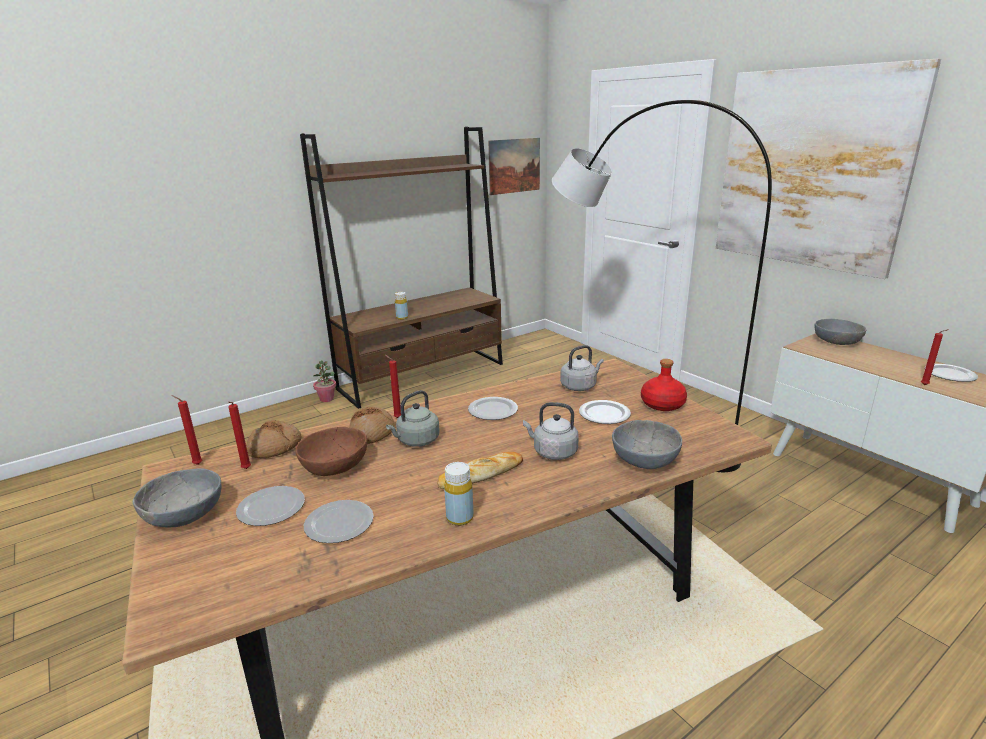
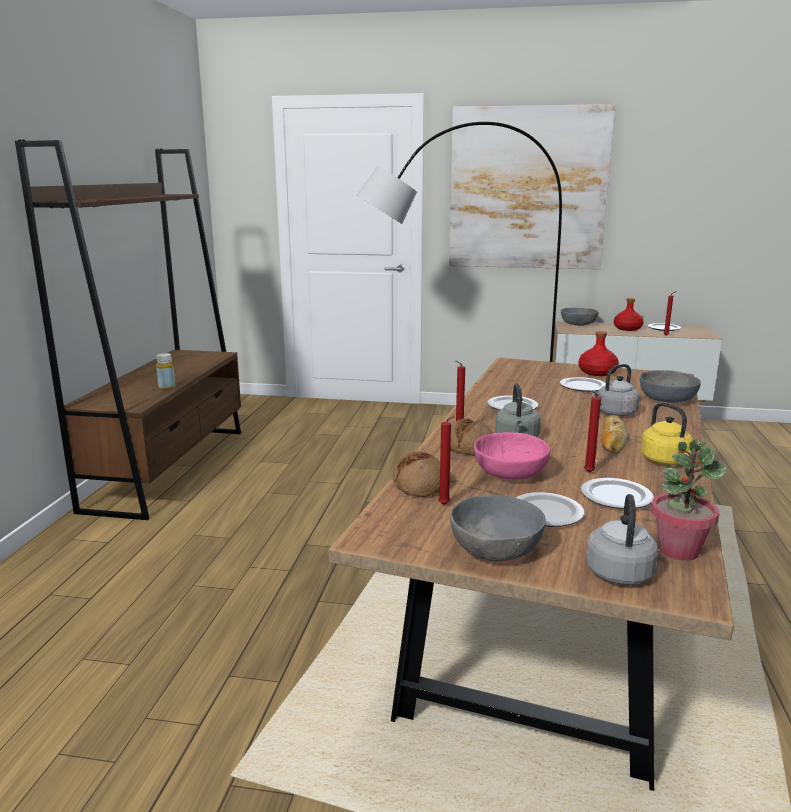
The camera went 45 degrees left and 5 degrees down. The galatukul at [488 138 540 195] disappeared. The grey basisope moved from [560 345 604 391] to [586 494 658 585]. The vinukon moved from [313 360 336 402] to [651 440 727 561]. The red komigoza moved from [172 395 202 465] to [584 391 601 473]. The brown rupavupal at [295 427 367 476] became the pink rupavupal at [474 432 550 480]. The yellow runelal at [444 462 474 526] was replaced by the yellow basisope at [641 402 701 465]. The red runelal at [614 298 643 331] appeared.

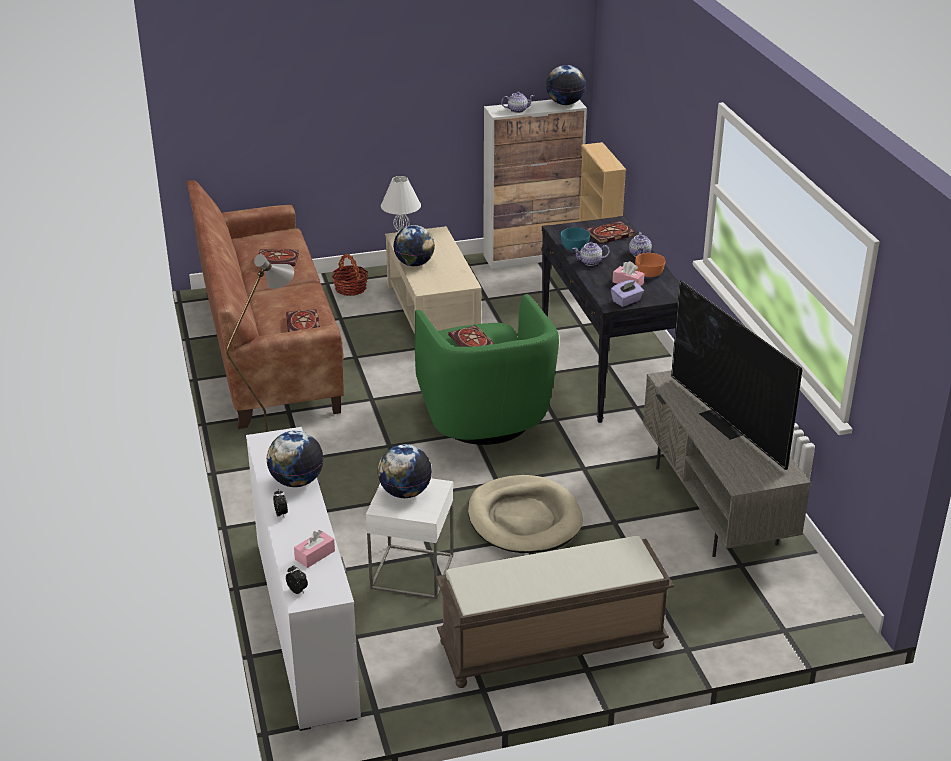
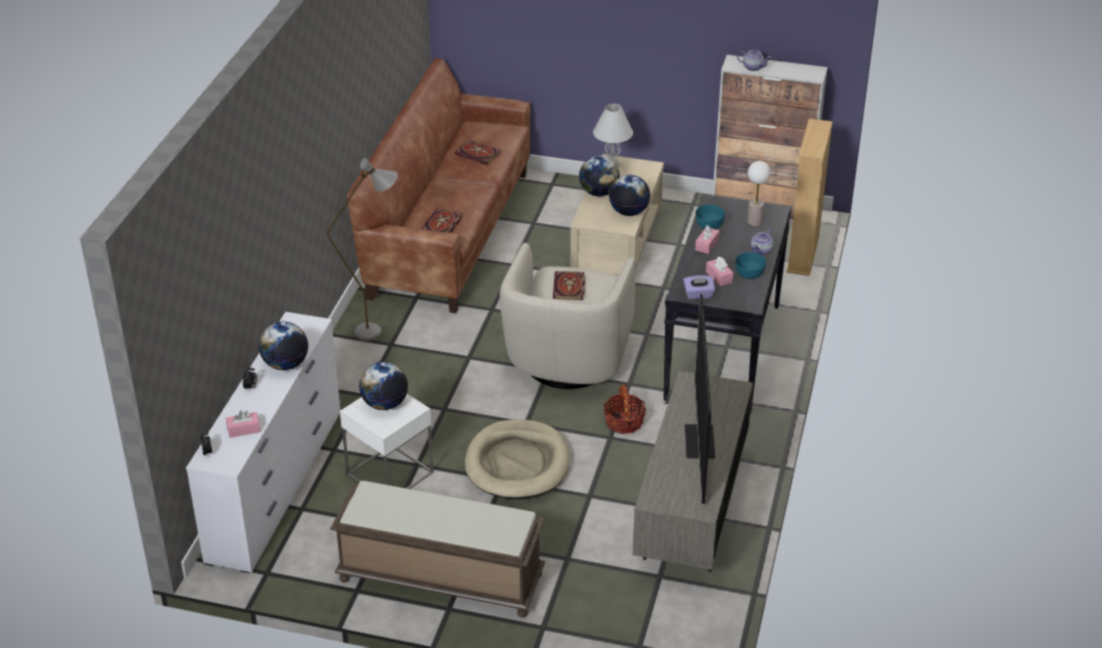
The camera went 30 degrees right and 5 degrees up. The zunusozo moved from [546 65 586 105] to [609 175 650 216]. The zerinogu at [585 221 635 244] was replaced by the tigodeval at [747 161 771 226]. The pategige at [573 242 610 266] was replaced by the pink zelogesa at [695 225 720 254]. The orange rupavupal at [635 253 666 277] became the turquoise rupavupal at [735 252 766 279]. The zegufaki moved from [332 254 368 296] to [604 384 646 434]. The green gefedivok at [415 294 559 445] became the beige gefedivok at [500 243 635 389].

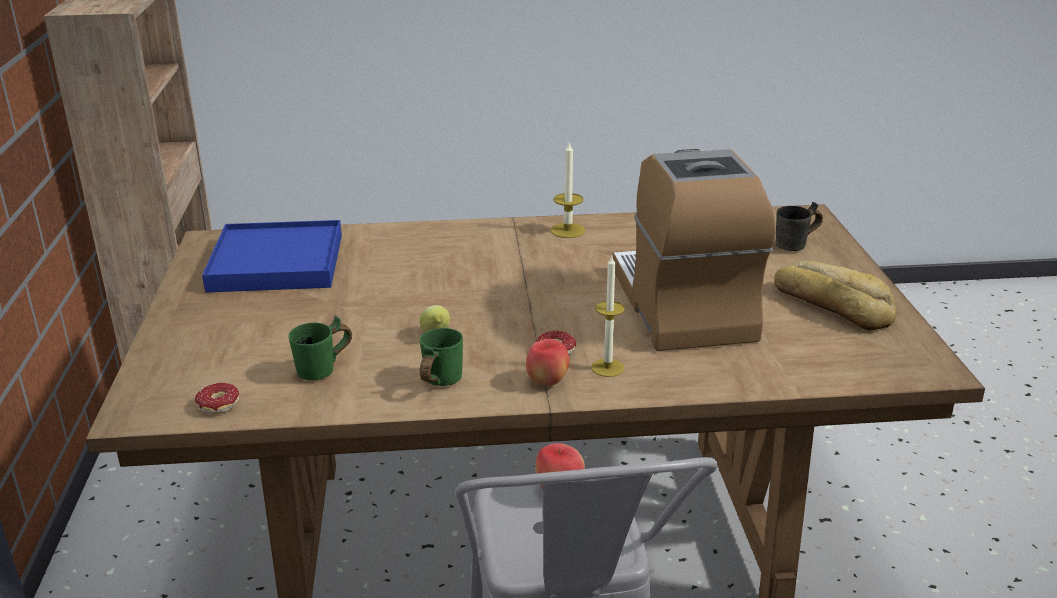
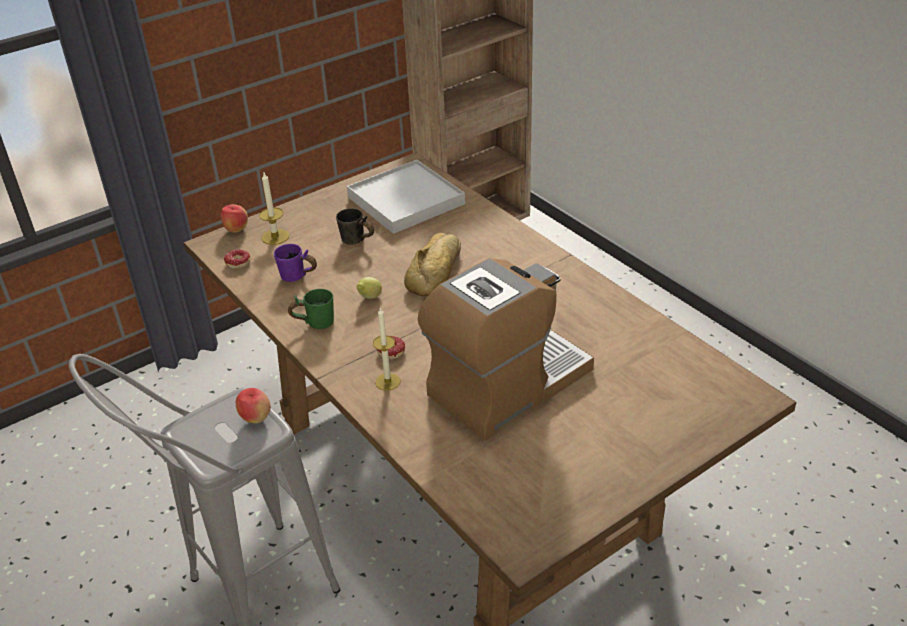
The camera went 60 degrees right and 10 degrees up. The komigoza moved from [551 143 585 238] to [259 173 289 245]. The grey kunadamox moved from [776 202 823 251] to [336 208 374 245]. The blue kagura at [202 220 342 293] became the white kagura at [347 160 465 234]. The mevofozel moved from [774 261 897 330] to [404 233 461 297]. The green kunadamox at [288 315 352 380] became the purple kunadamox at [274 244 317 282]. The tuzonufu moved from [526 339 569 386] to [221 204 248 233].

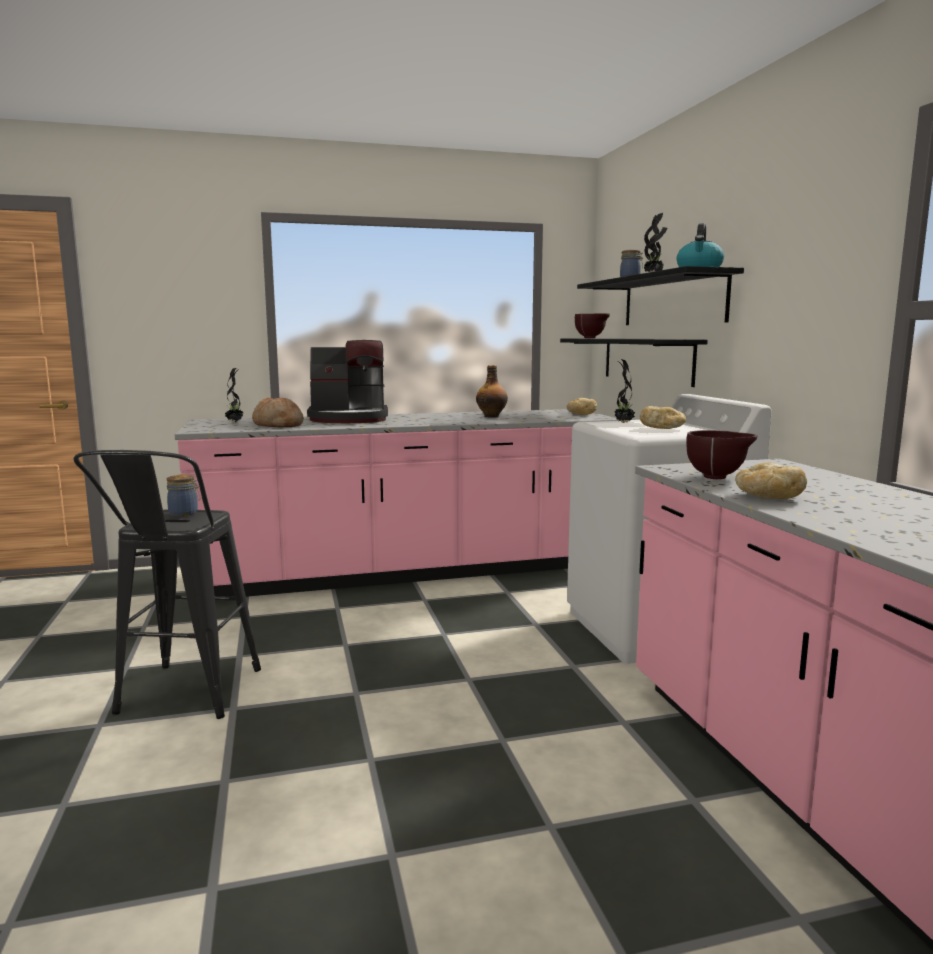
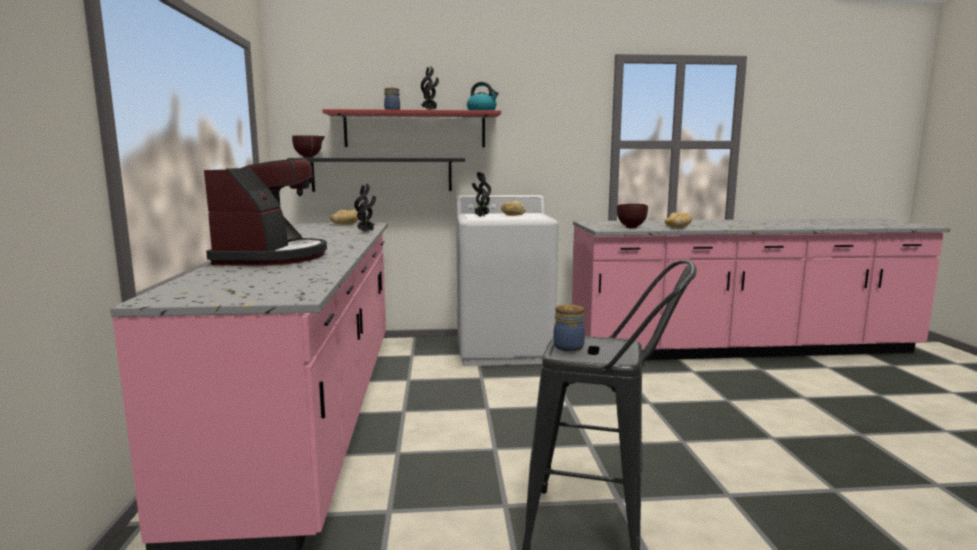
The camera went 80 degrees left and 0 degrees up. The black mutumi at [577 266 744 325] became the red mutumi at [322 109 501 147]. The runelal at [476 365 508 417] disappeared. The vinukon moved from [225 368 243 423] to [354 184 376 232]. The mevofozel at [252 397 304 428] disappeared.

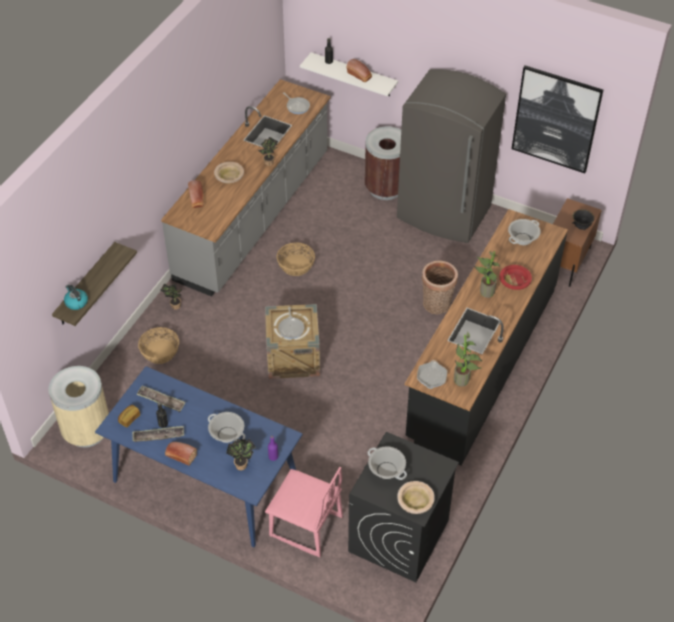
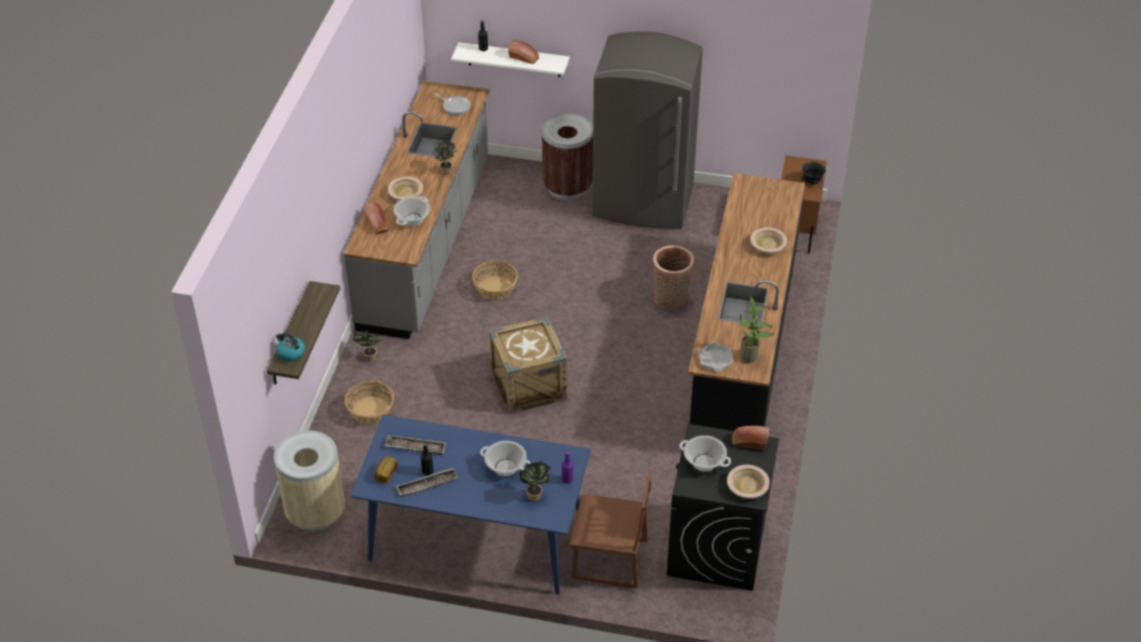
The camera went 15 degrees left and 5 degrees down. The galatukul at [512 65 603 173] disappeared. The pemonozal moved from [508 219 541 245] to [393 196 431 226]. The vinukon at [474 251 500 298] disappeared. The red rupavupal at [499 265 532 290] became the beige rupavupal at [751 227 787 254]. The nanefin at [278 307 304 339] disappeared. The mevofozel moved from [165 442 197 466] to [732 426 770 450]. The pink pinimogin at [265 467 343 557] became the brown pinimogin at [569 471 652 588].

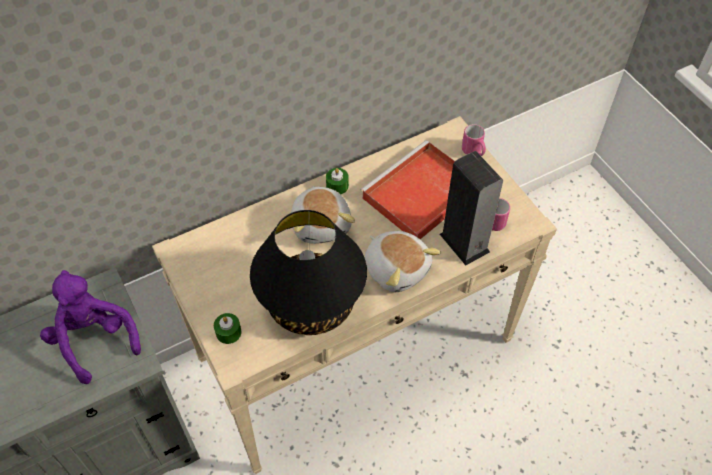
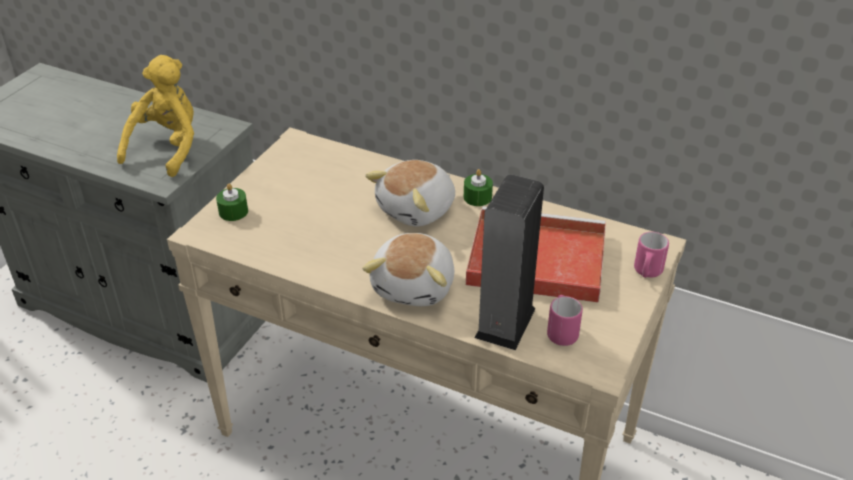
The camera went 55 degrees right and 15 degrees down. The black tigodeval at [250 210 367 335] disappeared. The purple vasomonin at [40 270 141 384] became the yellow vasomonin at [117 55 194 177].

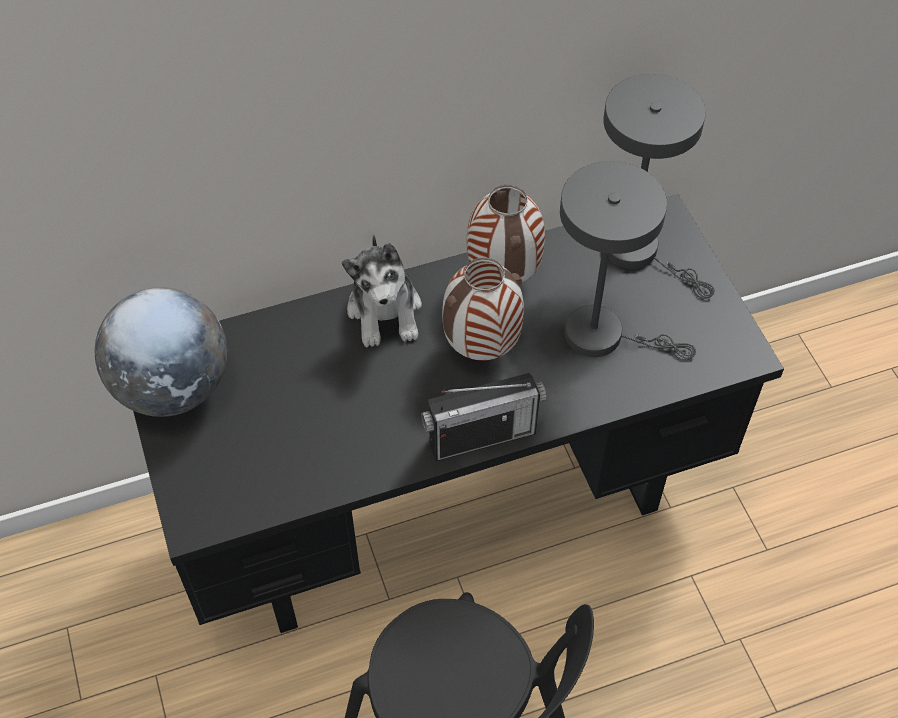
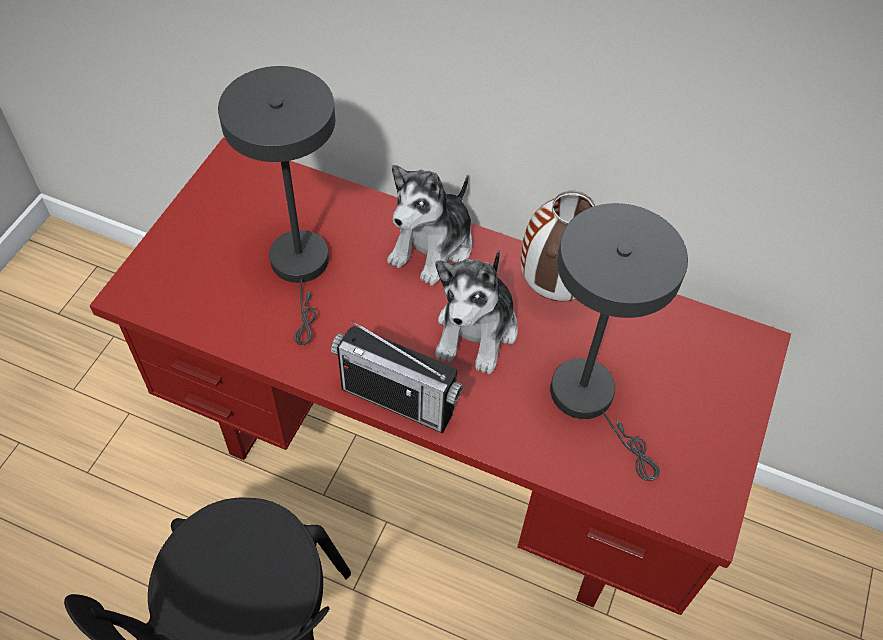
The camera went 40 degrees right and 0 degrees up. The grey tigodeval moved from [603 74 715 299] to [218 66 335 345]. The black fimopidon at [133 194 784 633] became the red fimopidon at [89 137 791 615]. The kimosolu at [442 257 524 361] was replaced by the vasomonin at [435 250 518 374]. The zunusozo at [95 287 227 417] disappeared.

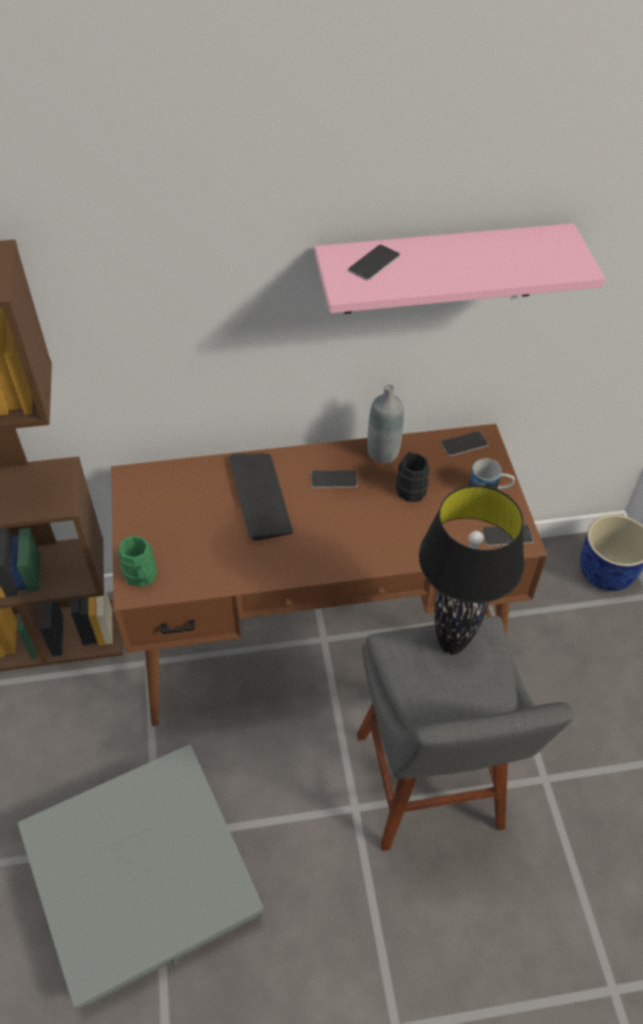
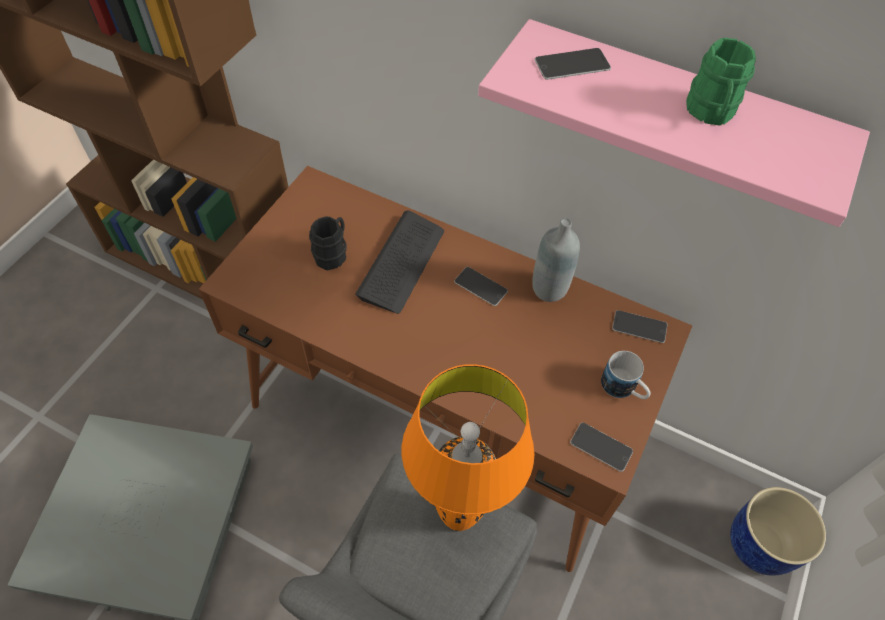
The camera went 35 degrees right and 5 degrees up. The black kunadamox moved from [396 452 429 502] to [309 216 347 270]. The black tigodeval at [419 485 525 655] became the orange tigodeval at [402 364 534 531]. The green kunadamox moved from [118 536 157 587] to [686 38 756 125].

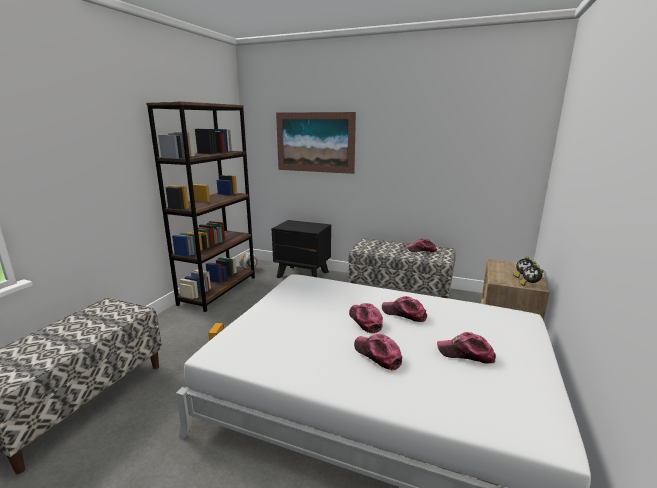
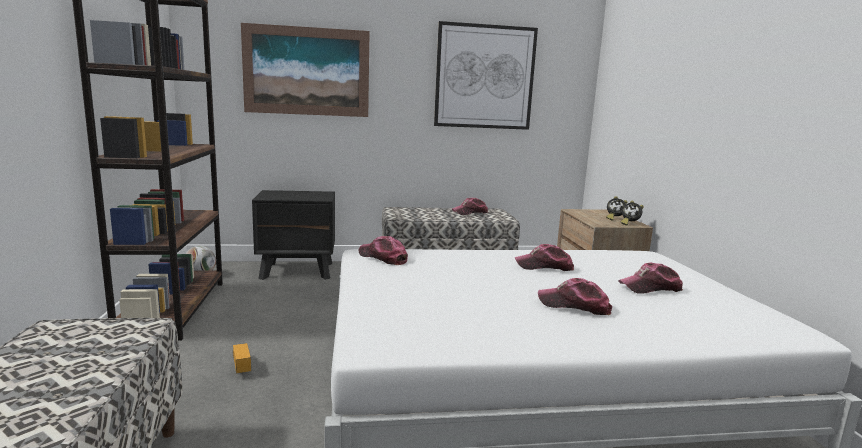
The camera went 30 degrees left and 5 degrees down. The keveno moved from [349 303 383 333] to [359 236 408 265]. The galatukul at [434 21 538 130] appeared.

